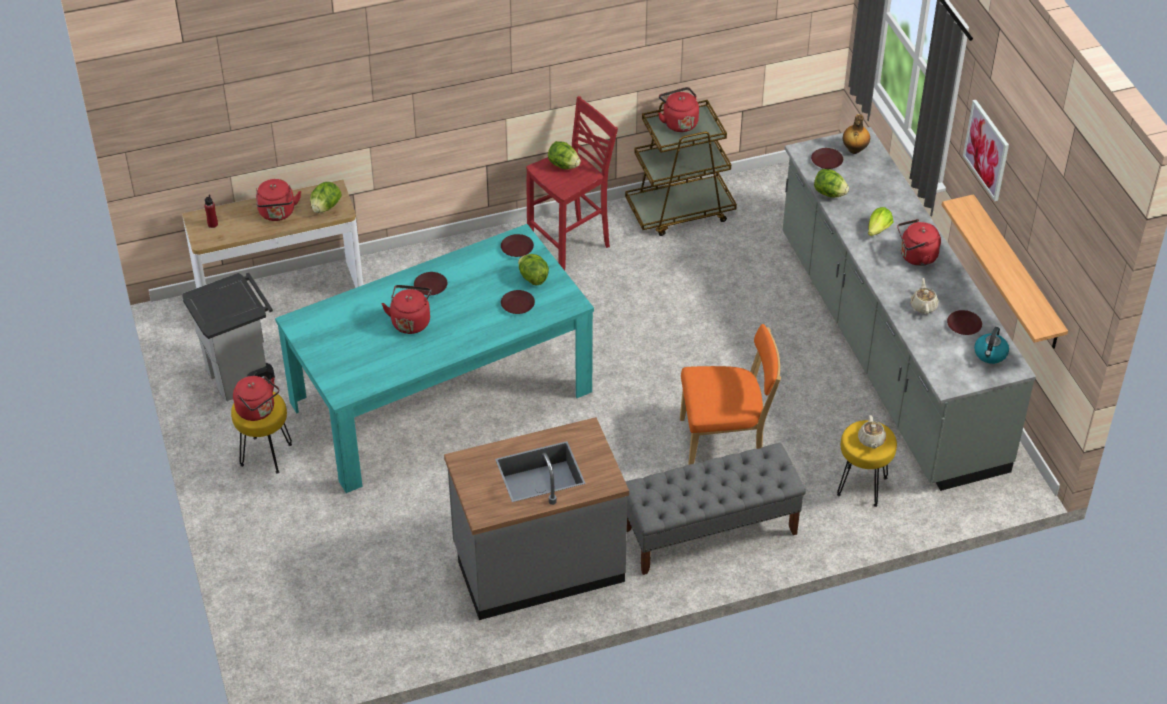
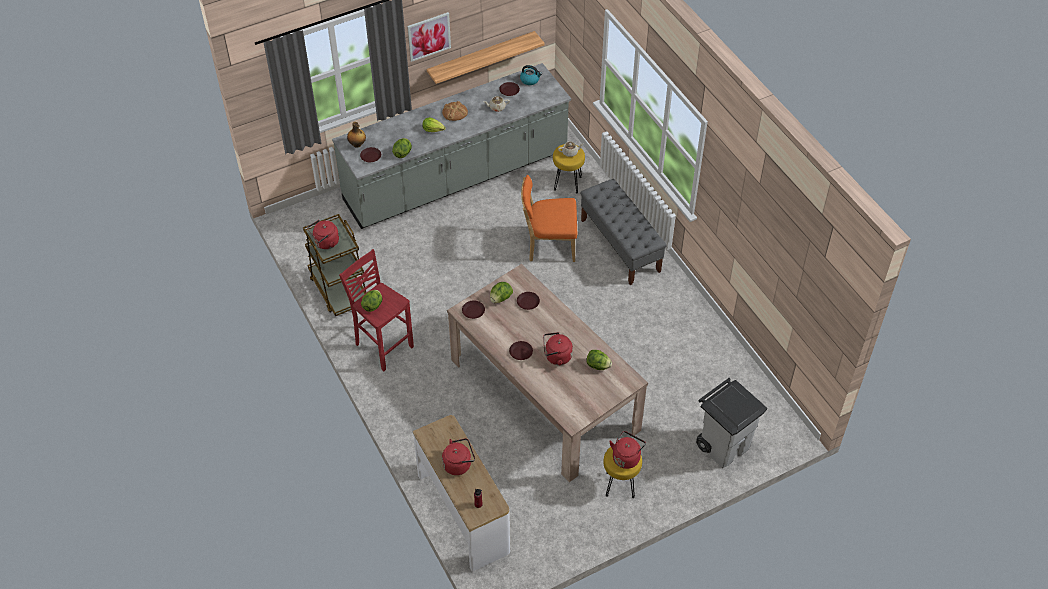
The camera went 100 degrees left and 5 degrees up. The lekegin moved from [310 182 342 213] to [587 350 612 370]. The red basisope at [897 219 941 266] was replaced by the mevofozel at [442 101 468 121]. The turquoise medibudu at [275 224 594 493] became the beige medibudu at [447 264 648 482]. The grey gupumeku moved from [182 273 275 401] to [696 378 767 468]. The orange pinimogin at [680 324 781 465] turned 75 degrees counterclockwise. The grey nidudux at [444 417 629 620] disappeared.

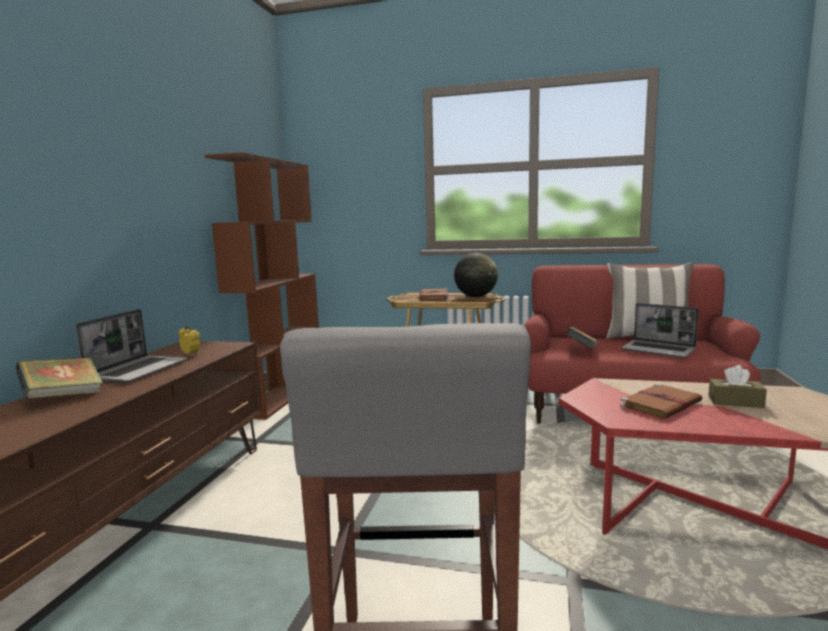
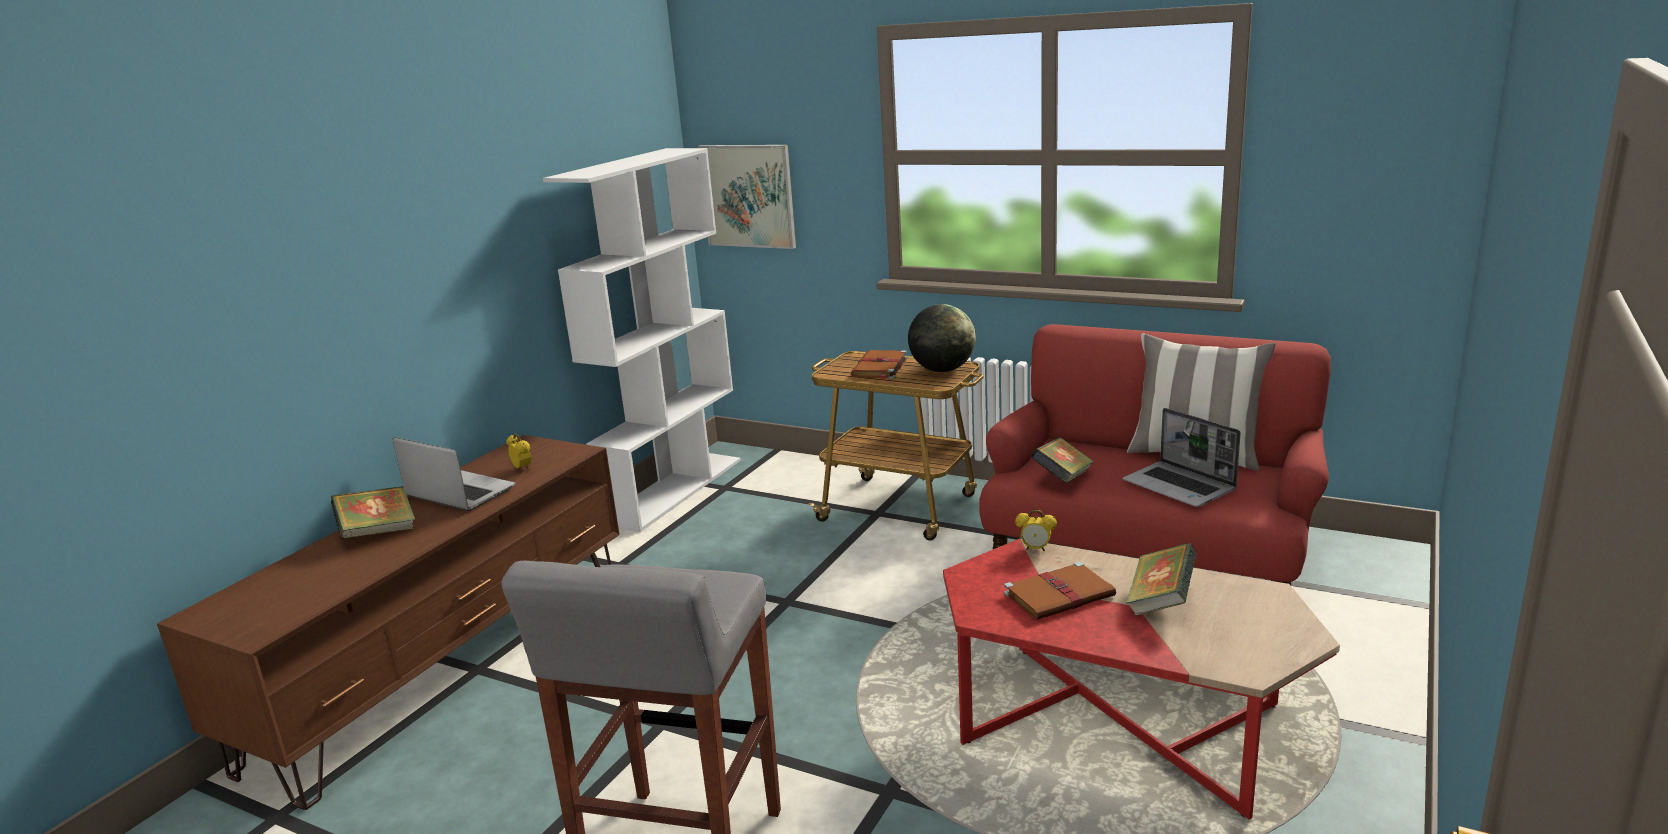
The camera went 15 degrees right and 10 degrees up. The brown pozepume at [205 152 319 420] became the white pozepume at [543 148 741 532]. The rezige at [76 309 187 383] turned 90 degrees counterclockwise. The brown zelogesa at [708 365 767 408] was replaced by the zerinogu at [1126 543 1196 616]. The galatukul at [698 145 796 249] appeared. The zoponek at [1015 510 1057 551] appeared.

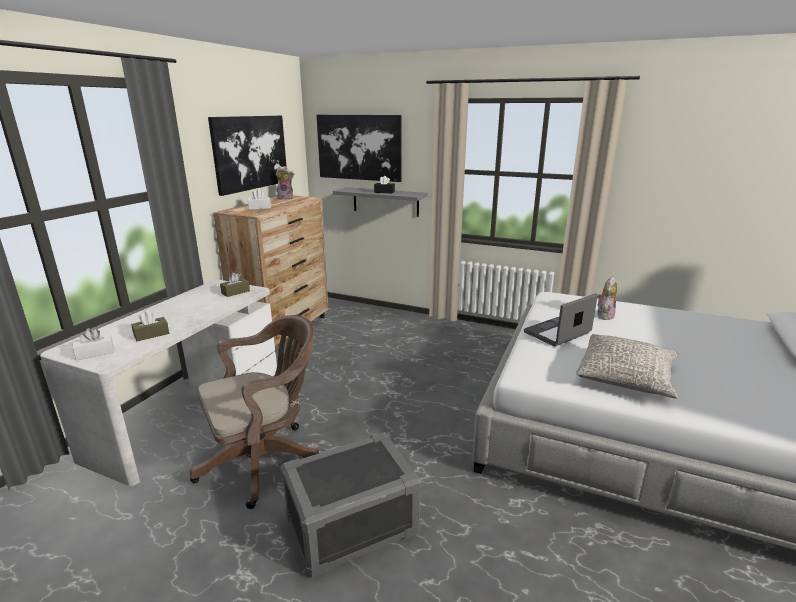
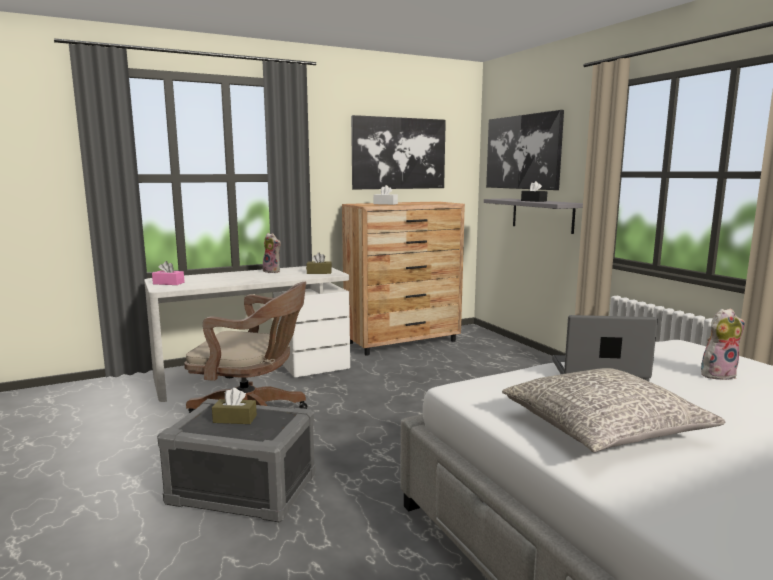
The camera went 40 degrees right and 10 degrees down. The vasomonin moved from [275 166 294 200] to [263 233 281 273]. The brown zelogesa moved from [131 311 169 341] to [212 388 257 424]. The white zelogesa at [72 328 114 361] became the pink zelogesa at [152 261 184 285].

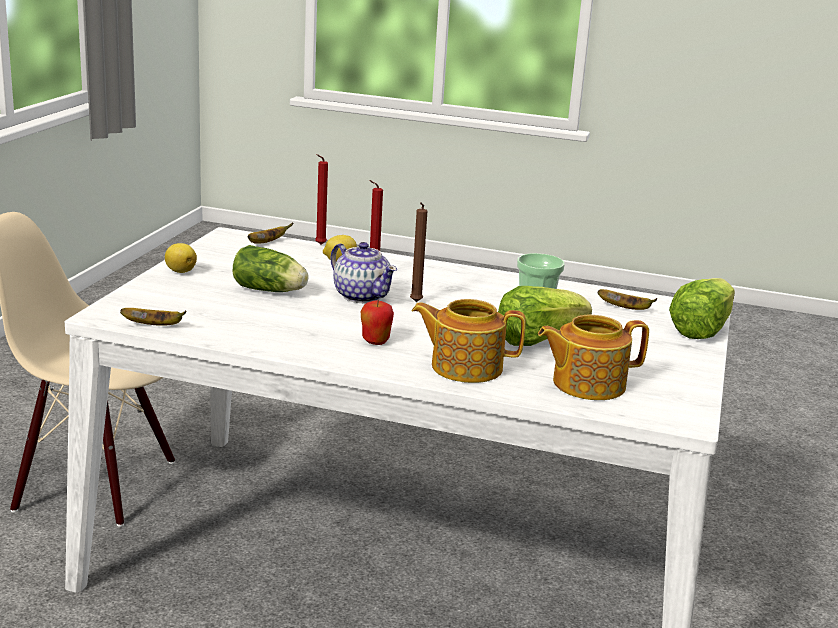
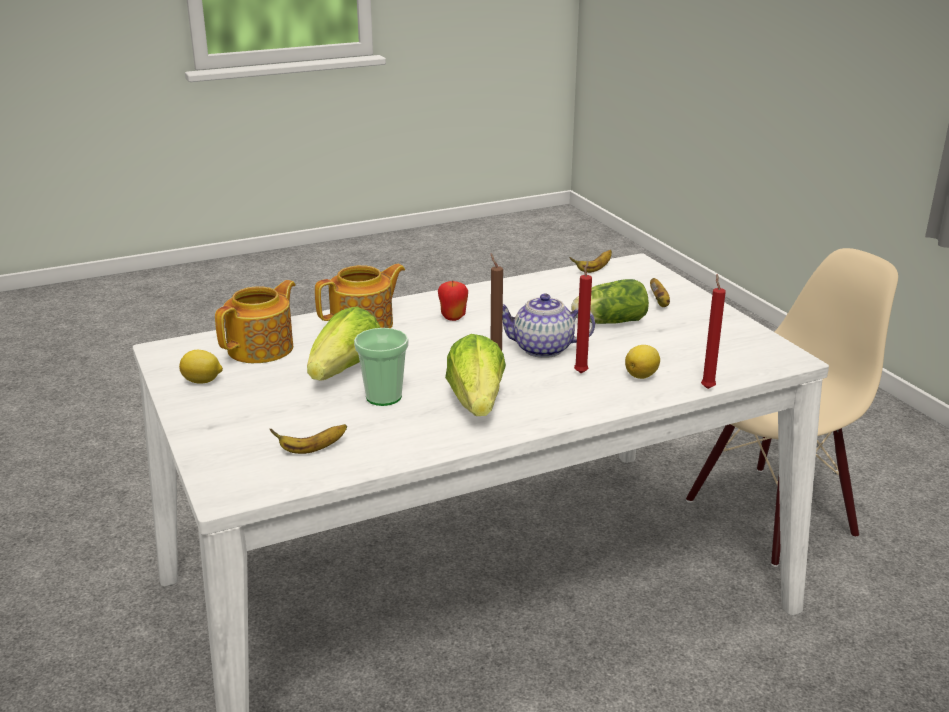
The camera went 140 degrees right and 5 degrees up. The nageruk moved from [248 223 293 244] to [650 278 670 307]. The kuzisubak moved from [165 243 197 273] to [179 350 223 384]. The lekegin moved from [669 278 735 339] to [445 334 506 416].

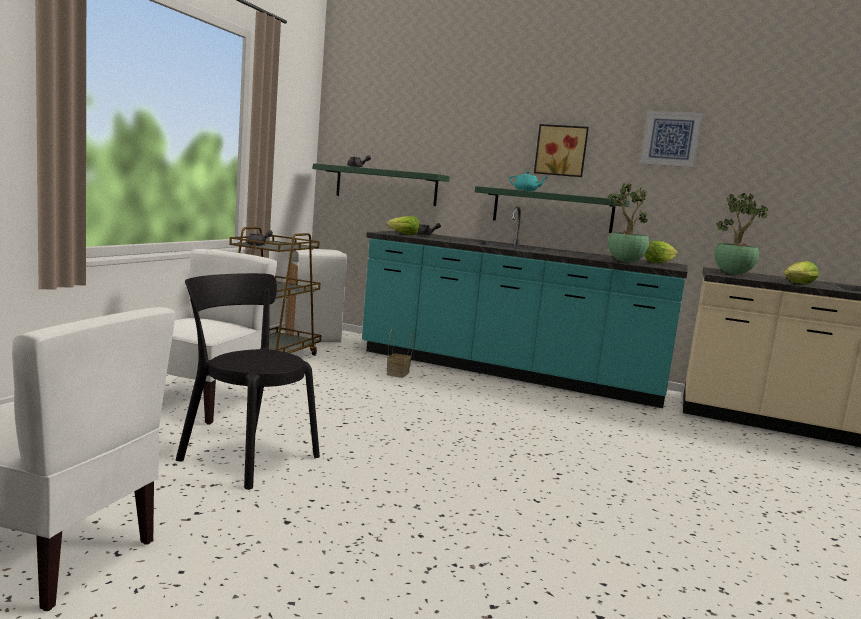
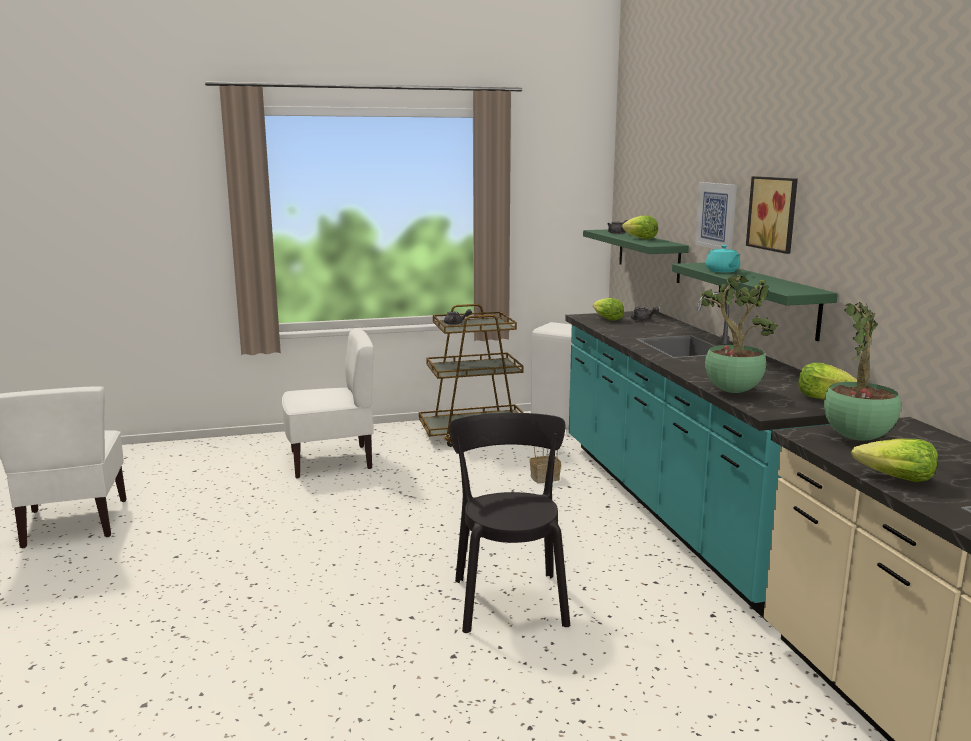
The camera went 55 degrees right and 5 degrees up. The galatukul moved from [640 111 703 168] to [695 182 737 250]. The black pinimogin moved from [176 273 320 490] to [449 413 570 633]. The lekegin at [622 216 658 239] appeared.

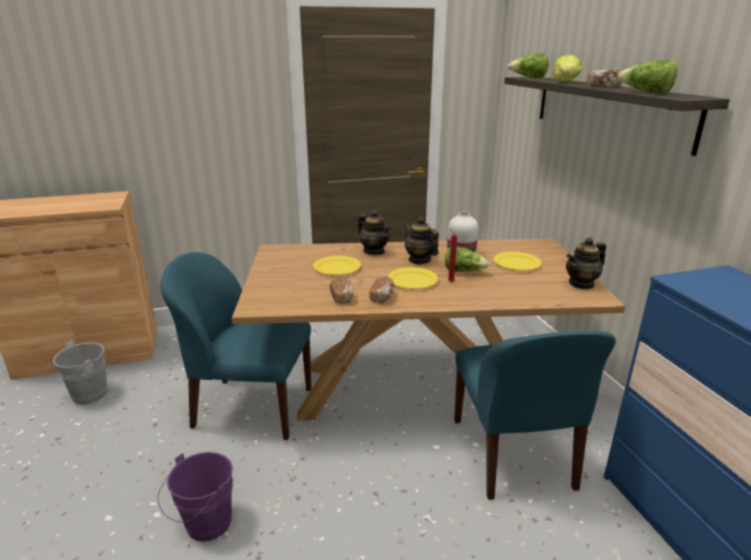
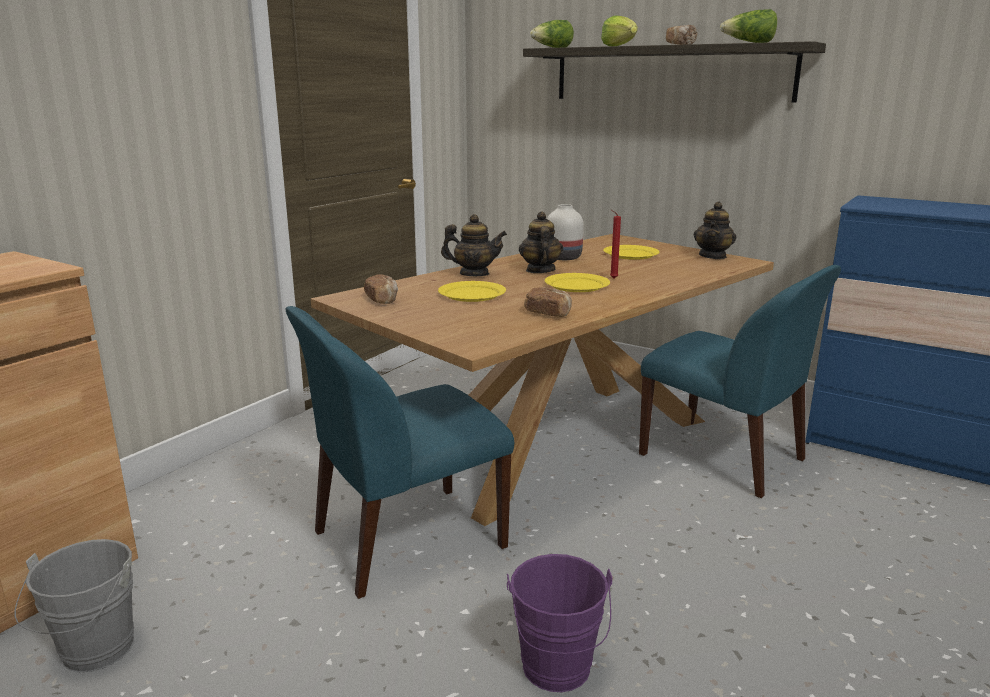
The camera went 40 degrees left and 5 degrees down. The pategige at [404 217 439 264] turned 75 degrees clockwise. The lekegin at [445 246 490 272] disappeared. The mevofozel moved from [369 277 395 303] to [364 274 398 304].

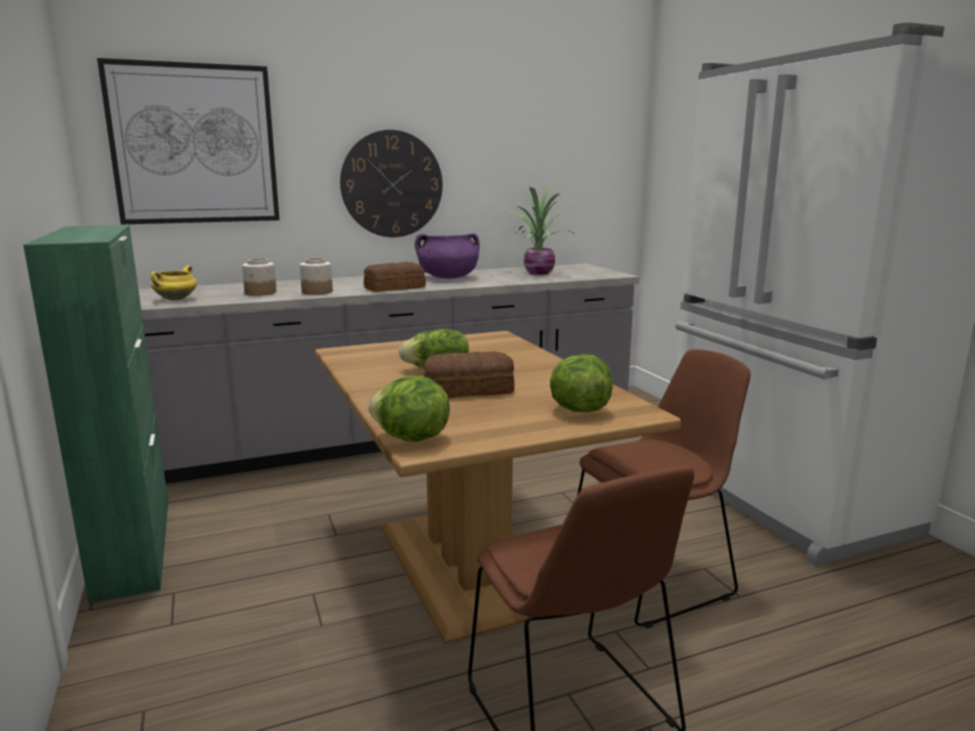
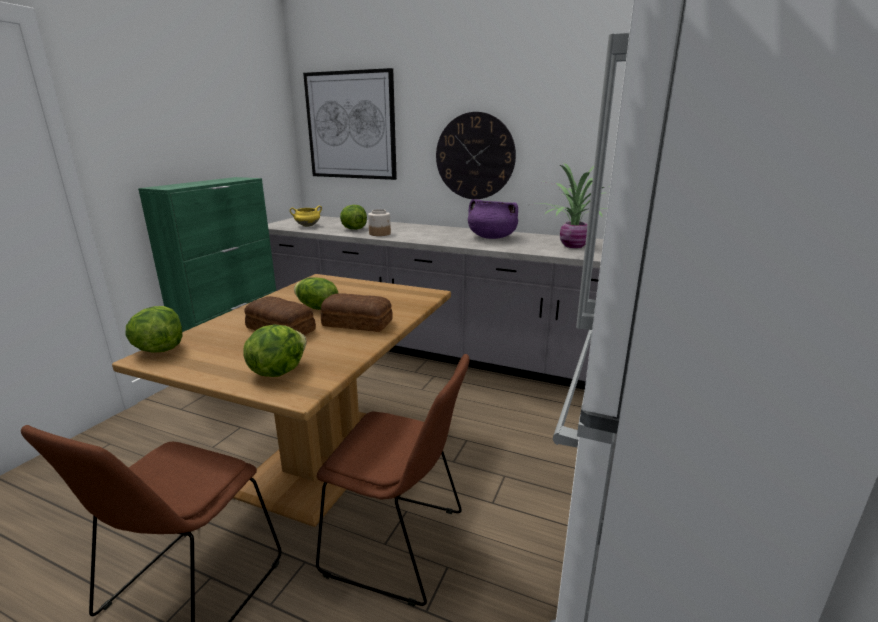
The camera went 45 degrees right and 5 degrees up. The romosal at [242 258 277 296] was replaced by the lekegin at [340 205 367 230]. The mevofozel moved from [364 261 426 292] to [321 294 393 332].

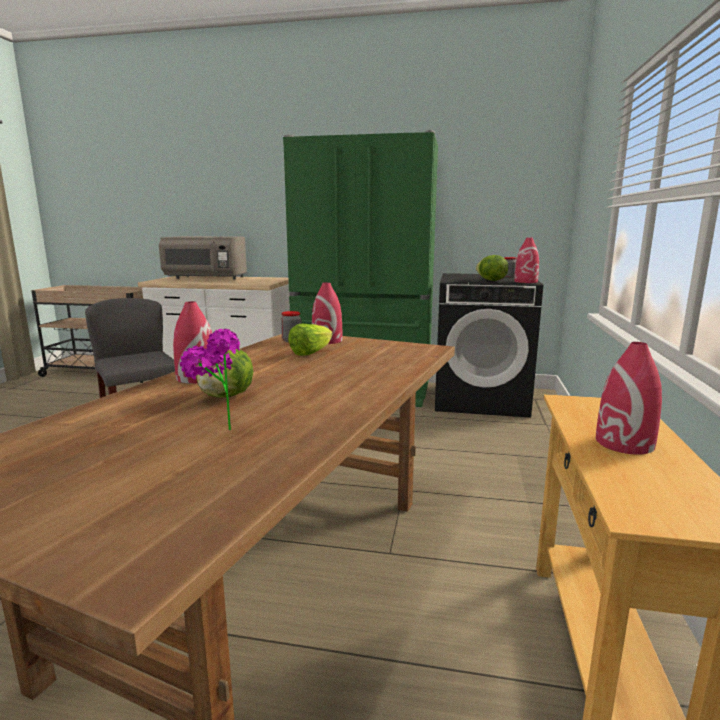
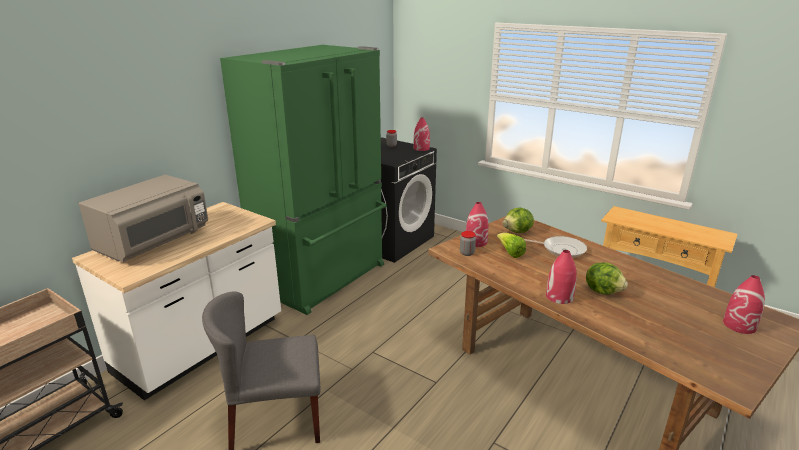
The camera went 65 degrees left and 10 degrees up. The lekegin moved from [476 255 508 281] to [503 207 534 233]. The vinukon at [180 329 240 430] disappeared. The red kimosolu moved from [596 342 662 455] to [723 275 765 334]. The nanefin at [524 236 587 258] appeared.

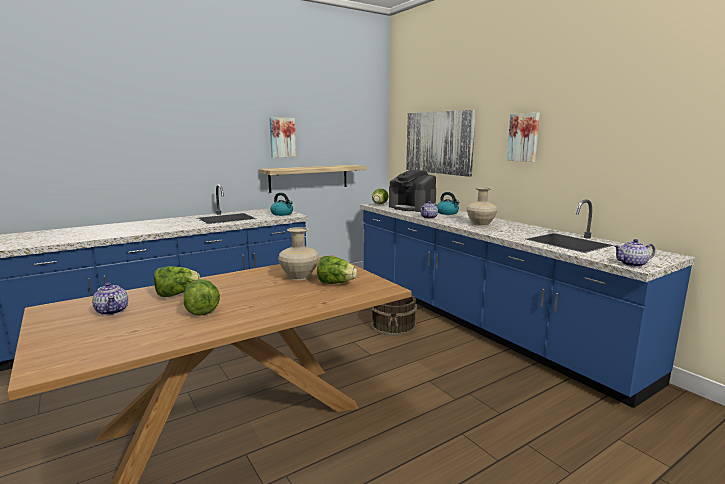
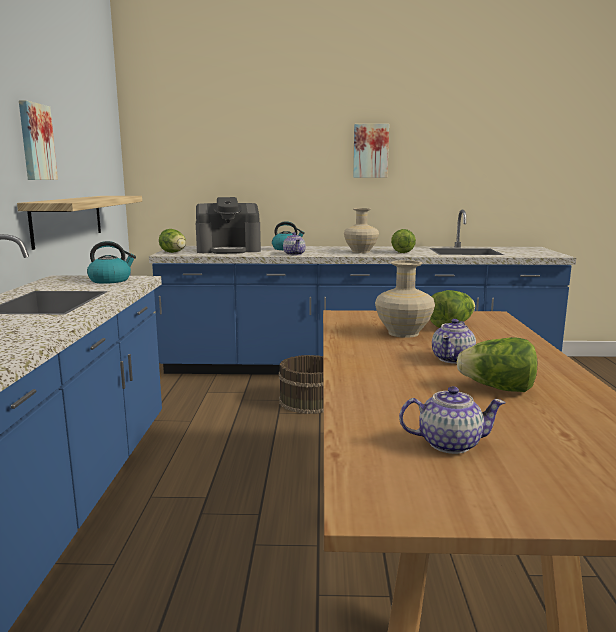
The camera went 55 degrees left and 0 degrees up. The galatukul at [406 110 476 177] disappeared. The pategige moved from [614 239 655 267] to [432 319 476 364]. The lekegin moved from [154 266 200 297] to [391 229 416 253].

